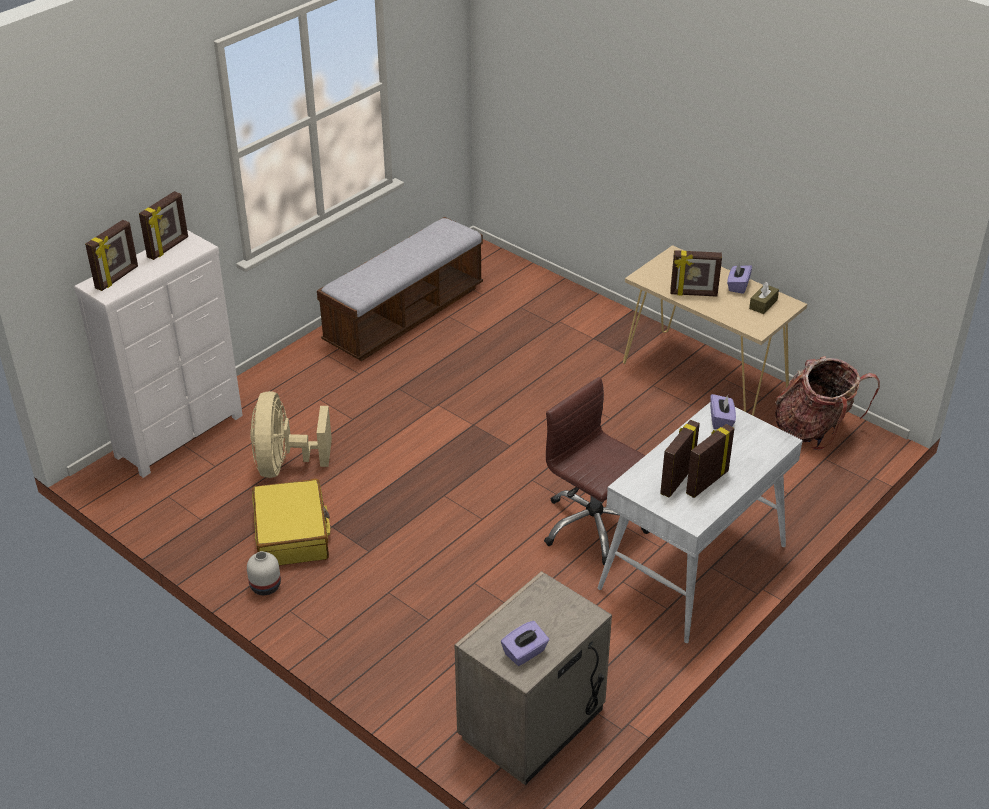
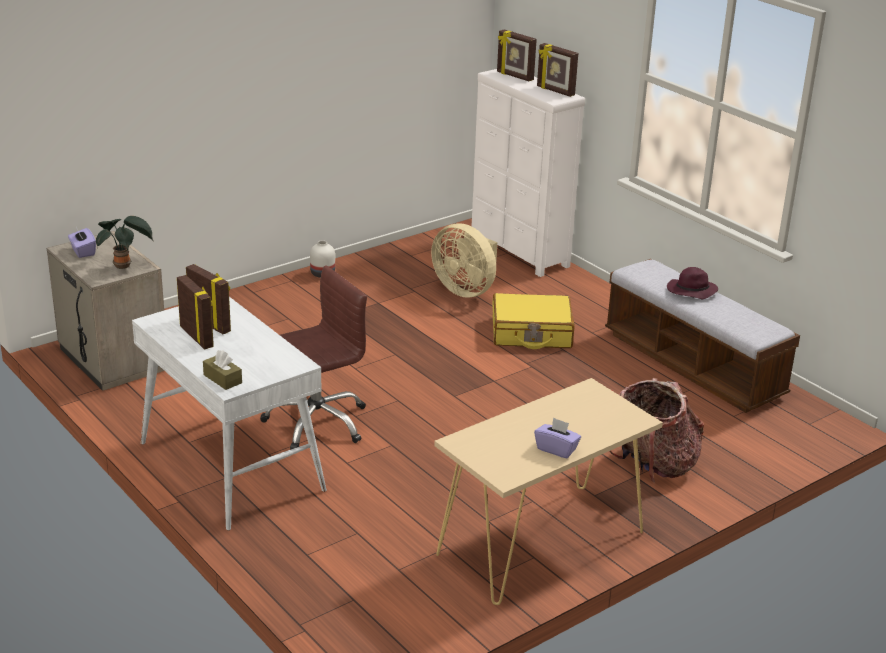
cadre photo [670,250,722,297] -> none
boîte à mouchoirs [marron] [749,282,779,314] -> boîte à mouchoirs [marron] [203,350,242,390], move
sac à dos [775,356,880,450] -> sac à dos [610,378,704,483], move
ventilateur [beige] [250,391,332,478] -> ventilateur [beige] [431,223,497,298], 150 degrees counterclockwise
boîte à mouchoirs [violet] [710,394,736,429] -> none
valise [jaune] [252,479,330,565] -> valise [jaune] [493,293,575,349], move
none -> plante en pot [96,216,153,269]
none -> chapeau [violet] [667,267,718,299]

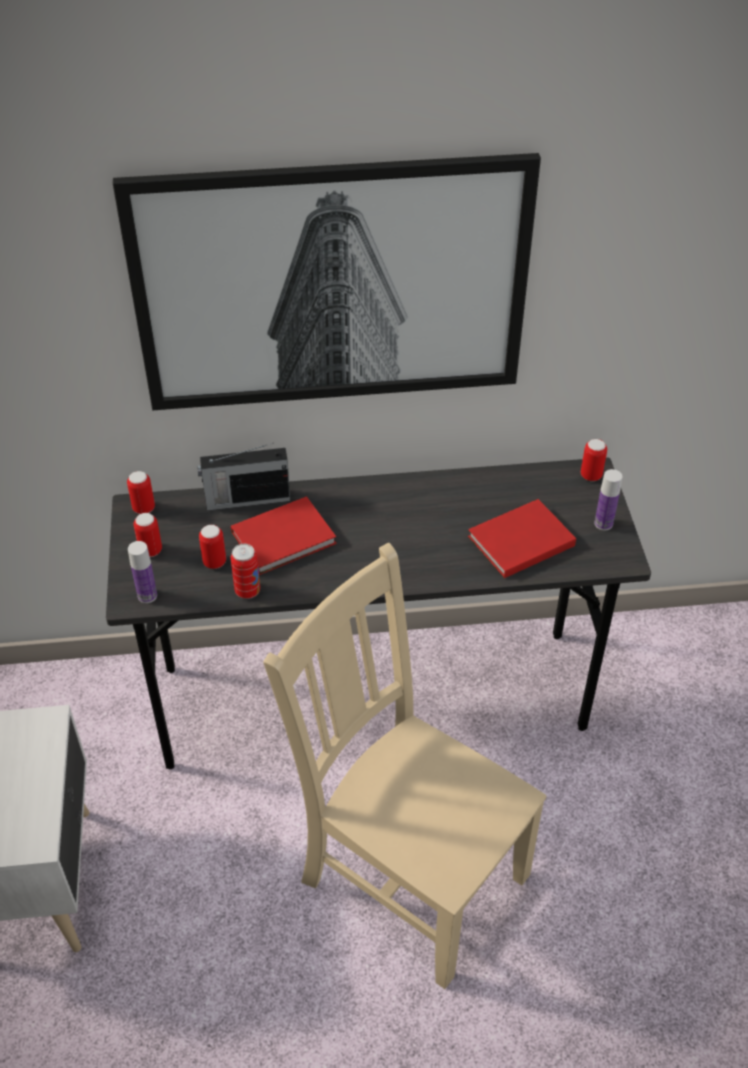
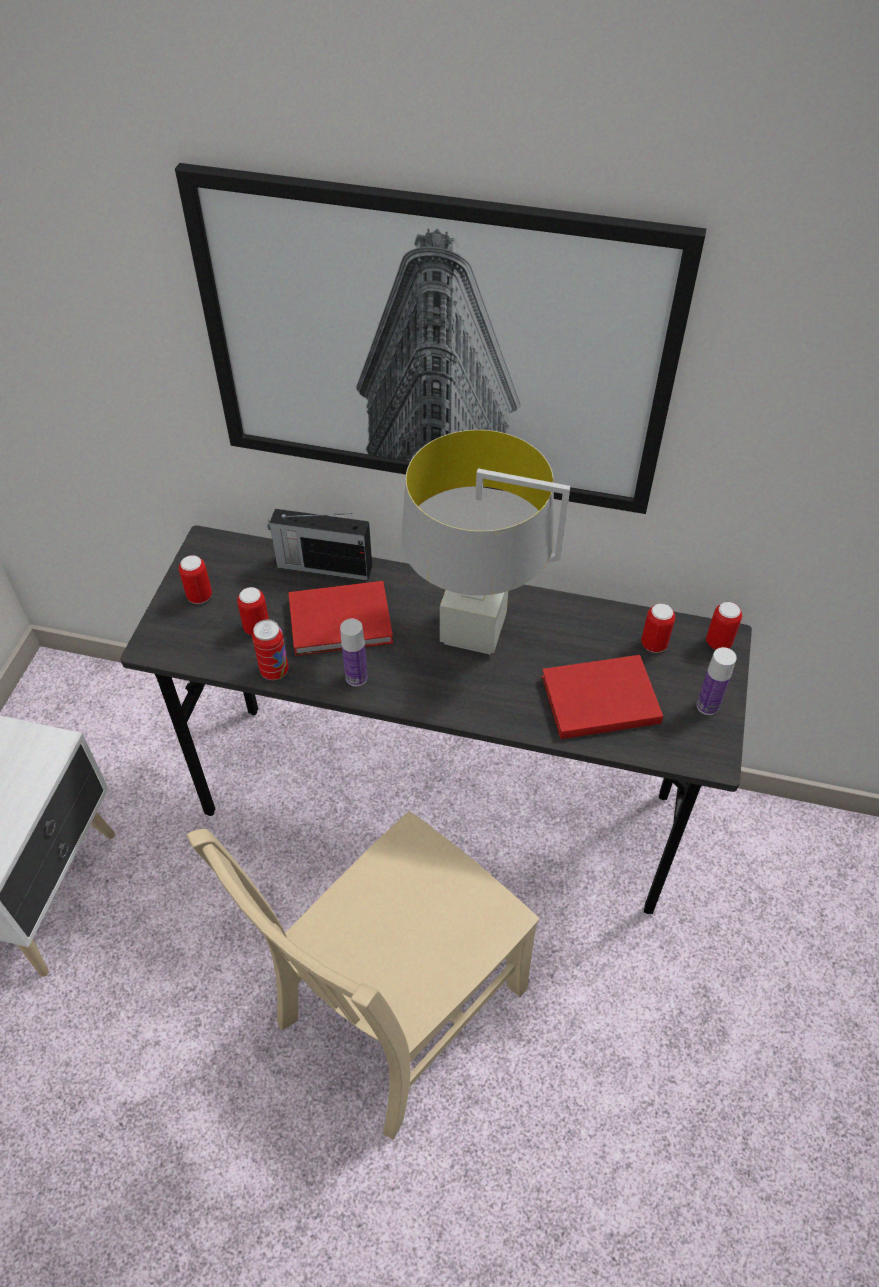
boîte métallique [127,471,155,514] -> boîte métallique [641,603,675,653], move
bouteille [128,541,157,603] -> bouteille [340,619,368,686], move
chaise [beige] [263,543,547,989] -> chaise [beige] [187,811,539,1140], 105 degrees counterclockwise
none -> lampe de table [gris] [401,430,570,655]

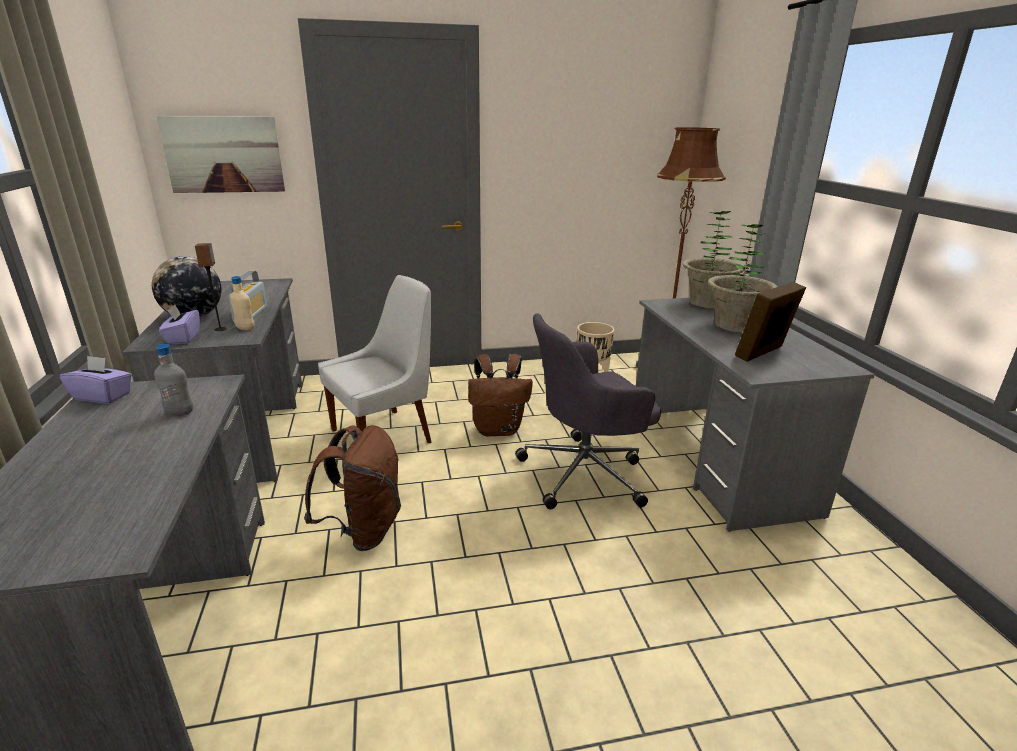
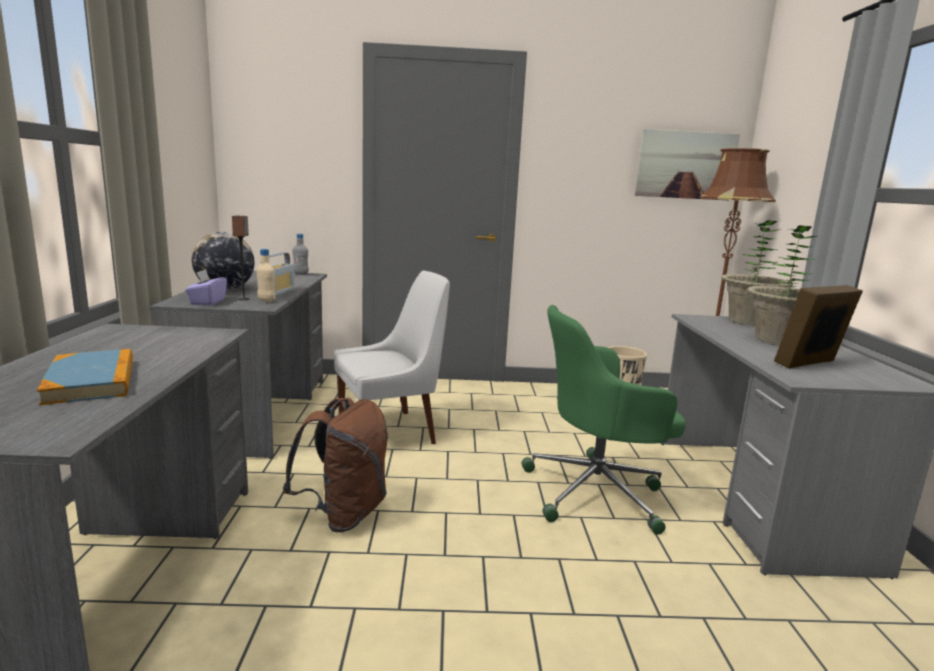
tableau [156,116,285,193] -> tableau [635,129,740,200], move
chaise de bureau [gris] [515,313,661,509] -> chaise de bureau [vert] [522,305,686,535]
bouteille [gris] [154,344,193,416] -> bouteille [gris] [293,234,309,275], move
sac à dos [marron] [468,354,533,437] -> none
boîte à mouchoirs [violet] [59,355,132,404] -> none
none -> livre [37,349,133,405]

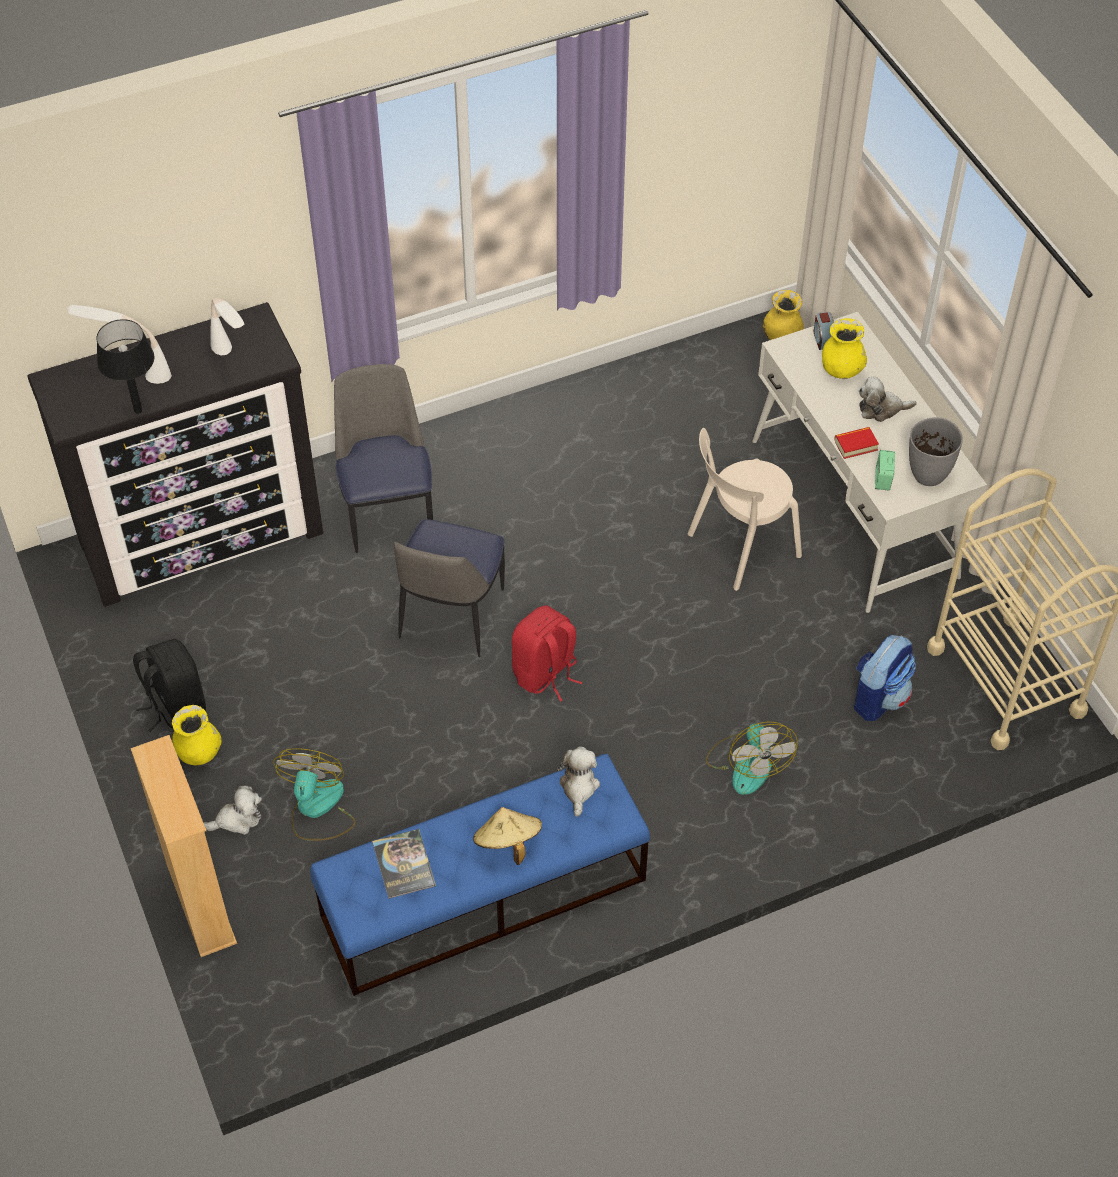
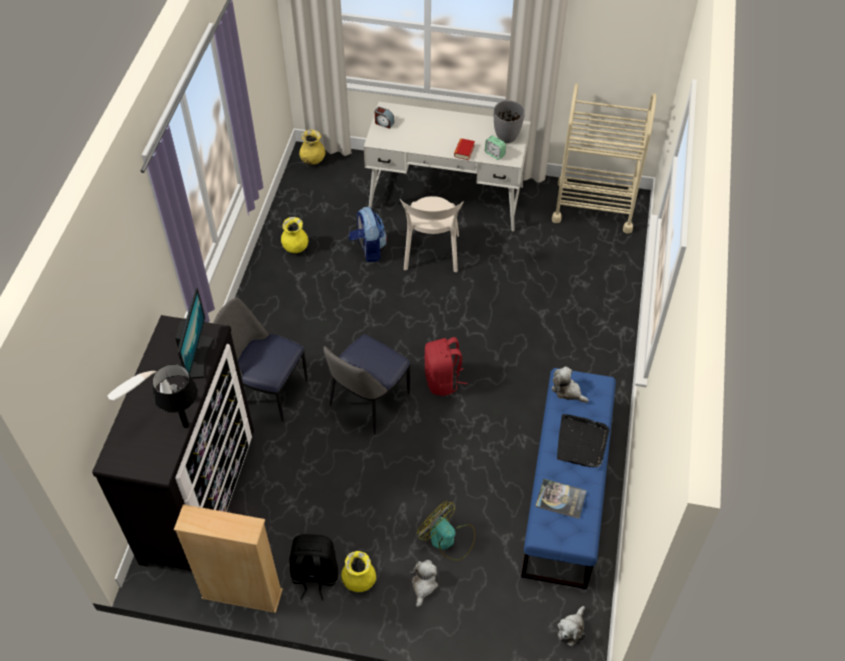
lampe de table [blanc] [211,298,244,355] -> écran d'ordinateur [175,288,214,381]
vase [jaune] [822,318,867,379] -> vase [jaune] [281,217,308,253], move
peluche [859,377,916,422] -> peluche [557,606,585,647], move
chaise [393,519,505,657] -> chaise [324,335,410,435], 75 degrees clockwise
sac à dos [854,635,916,721] -> sac à dos [349,207,387,262], move
ventilateur [706,722,798,795] -> none
bibliothèque [beige] [131,735,237,957] -> bibliothèque [beige] [174,504,283,613], move
chapeau [beige] [473,807,542,865] -> plateau [noir] [557,414,610,468]

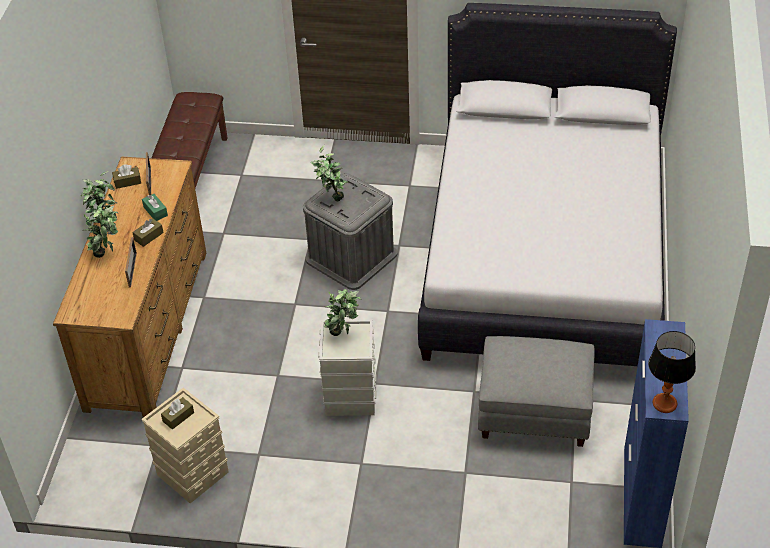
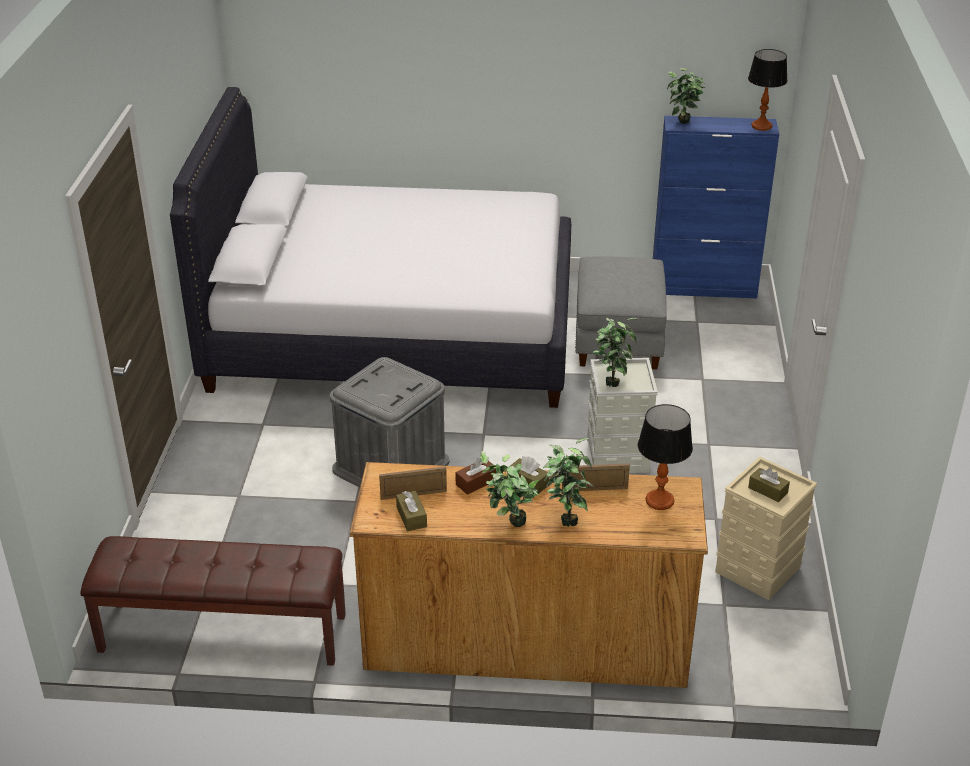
plante en pot [311,145,348,201] -> plante en pot [667,68,705,124], move
boîte à mouchoirs [vert] [142,194,168,221] -> boîte à mouchoirs [marron] [456,458,497,495]
none -> lampe de table [638,404,693,510]

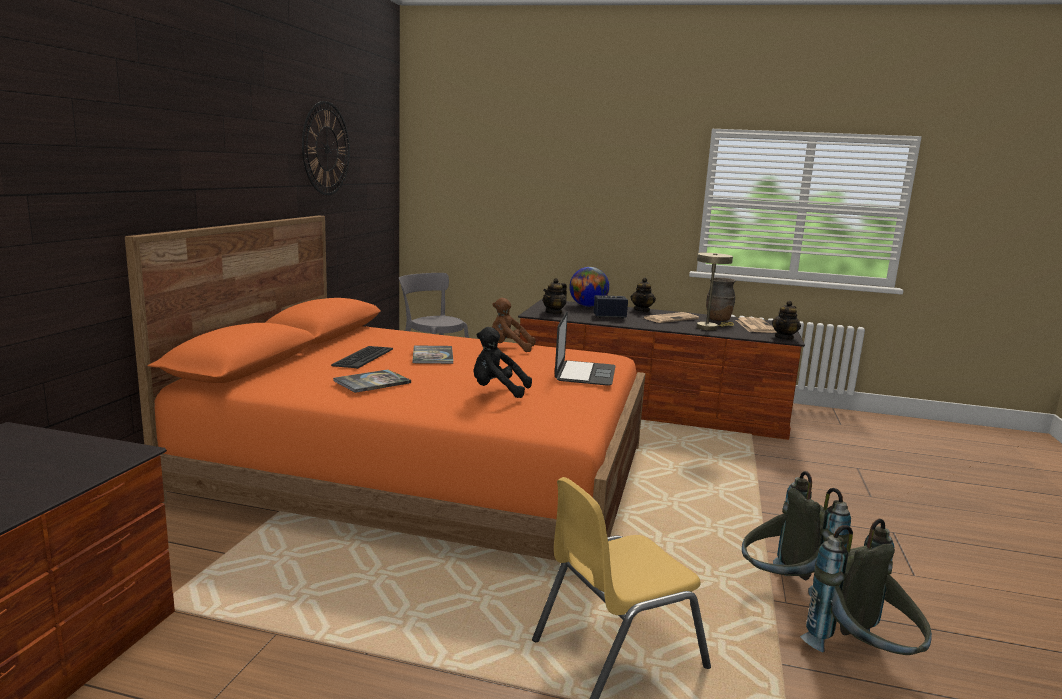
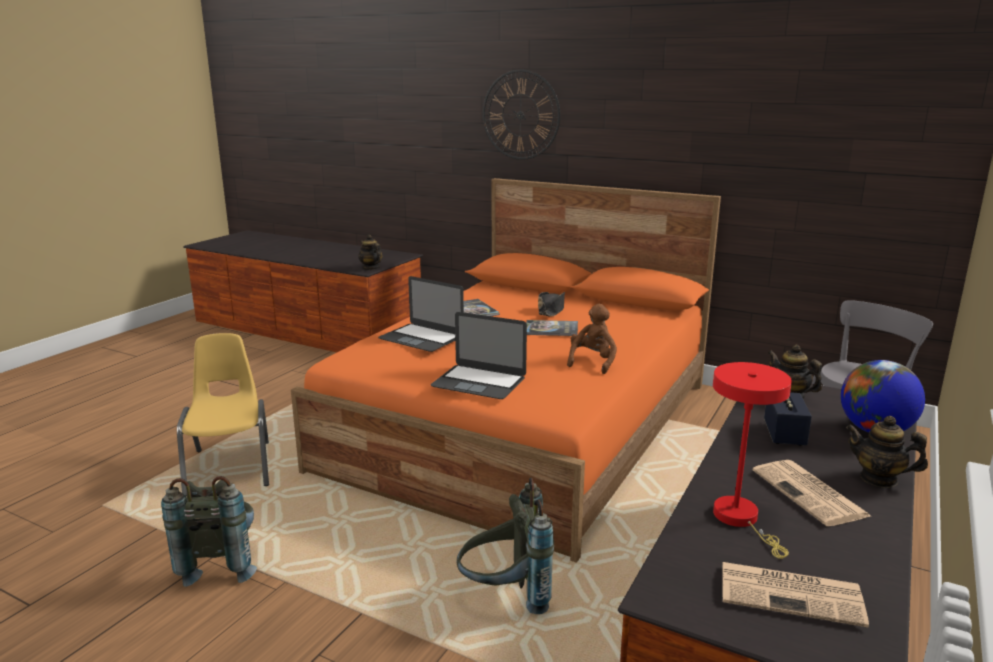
horloge murale [302,101,350,195] -> horloge murale [483,69,560,160], move
lampe de table [beige] [696,253,734,331] -> lampe de table [rouge] [713,362,792,559]
vase [marron] [706,277,736,321] -> none
théière [772,301,801,340] -> théière [358,235,382,270], move
peluche [noir] [473,327,532,398] -> ordinateur portable [378,276,464,352]
clavier [331,346,393,369] -> chapeau [noir] [538,292,565,317]
sac à dos [gris] [800,519,932,655] -> sac à dos [gris] [456,478,554,614], move

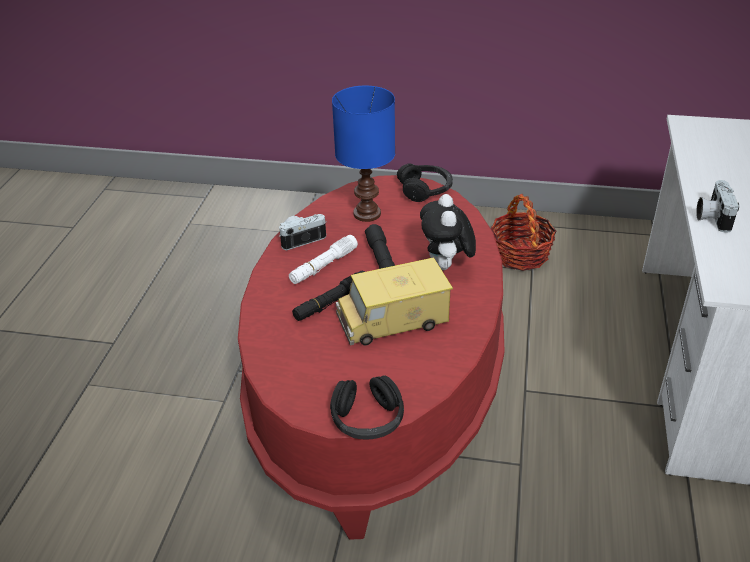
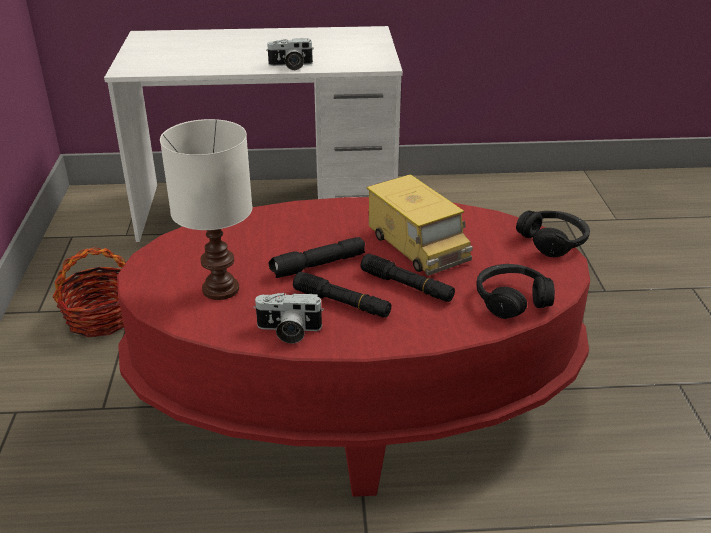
lampe de table [bleu] [332,86,395,222] -> lampe de table [blanc] [160,119,253,300]
casque audio [noir] [397,163,453,202] -> casque audio [noir] [476,264,555,319], move
peluche [420,194,476,270] -> none
appareil photo [279,214,327,250] -> appareil photo [253,293,324,344], 45 degrees counterclockwise
lampe de poche [blanc] [289,235,358,284] -> lampe de poche [noir] [293,272,391,317]

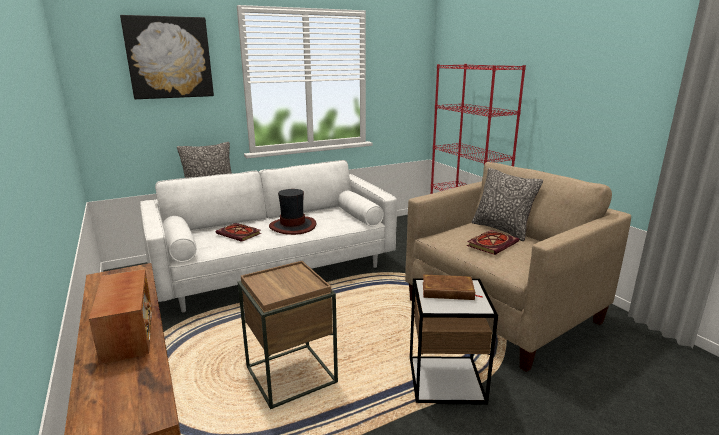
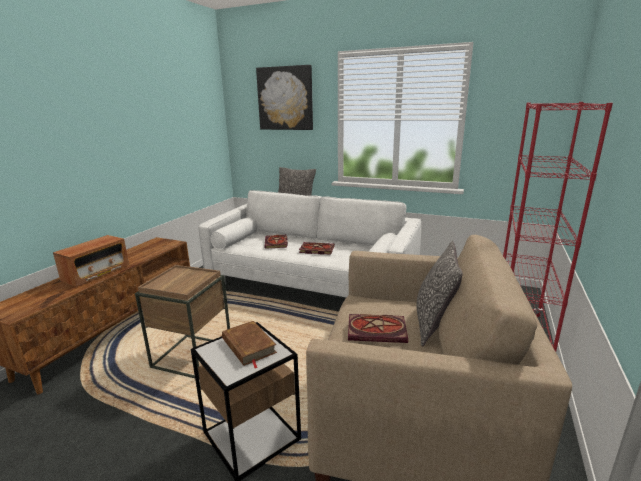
chapeau [269,189,316,235] -> livre [299,242,335,255]

